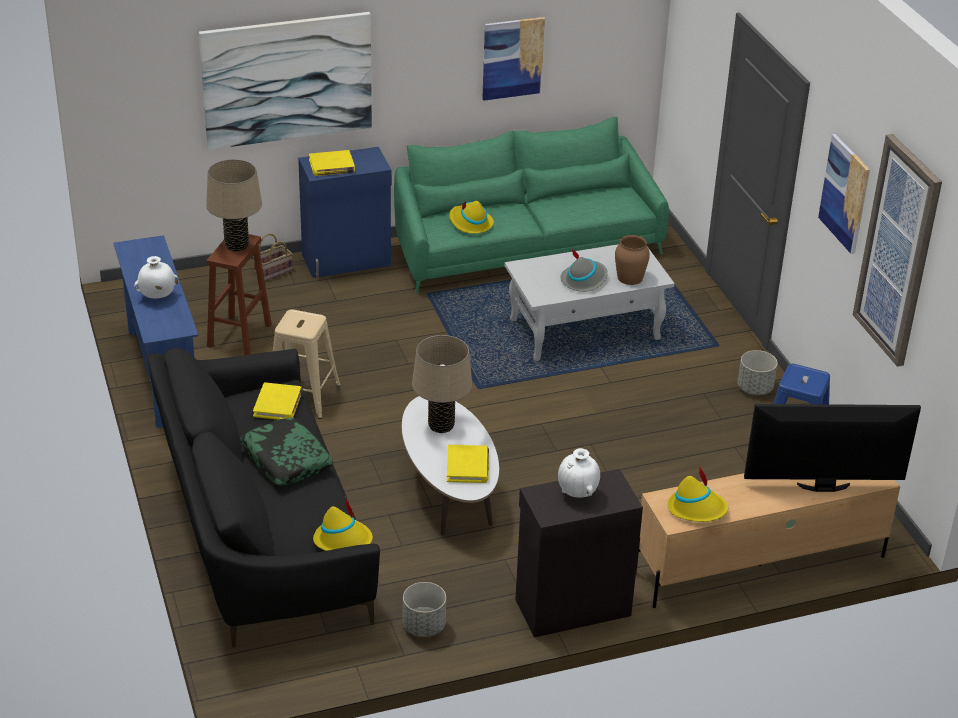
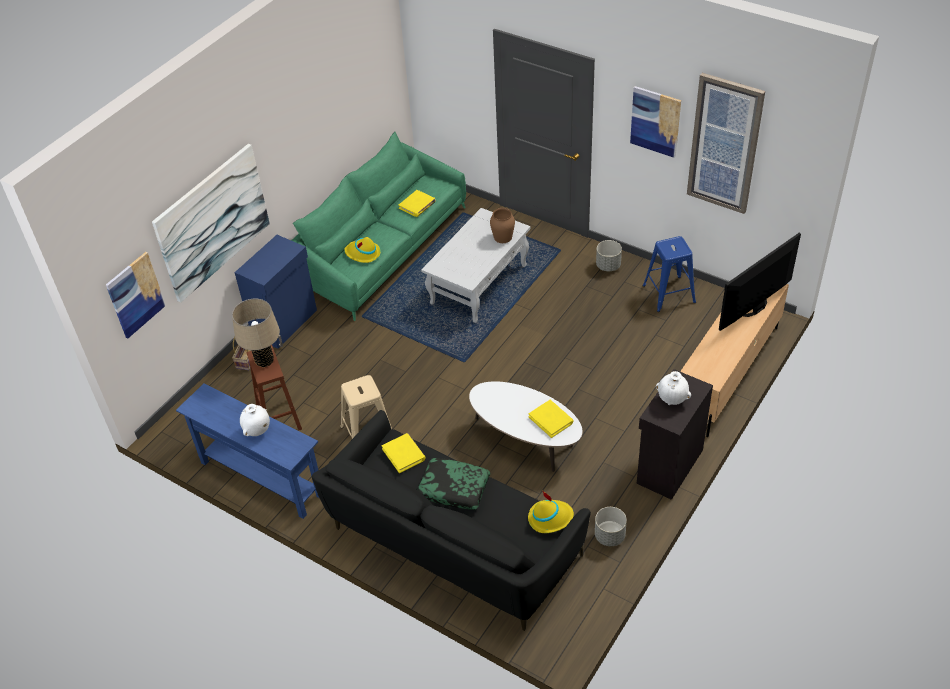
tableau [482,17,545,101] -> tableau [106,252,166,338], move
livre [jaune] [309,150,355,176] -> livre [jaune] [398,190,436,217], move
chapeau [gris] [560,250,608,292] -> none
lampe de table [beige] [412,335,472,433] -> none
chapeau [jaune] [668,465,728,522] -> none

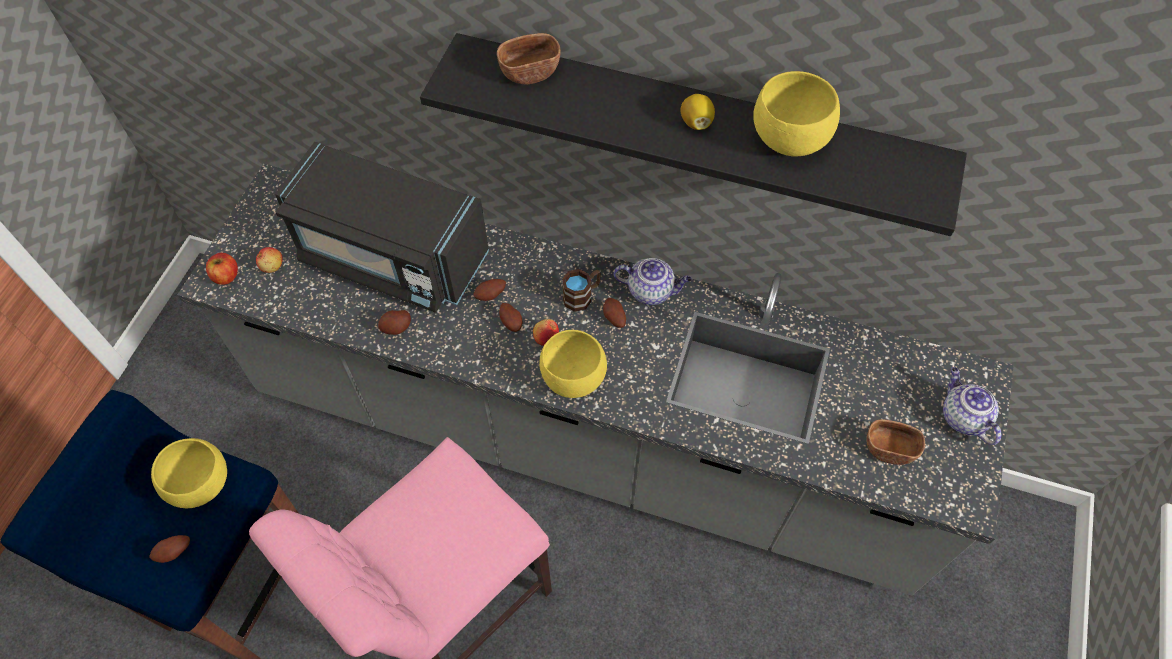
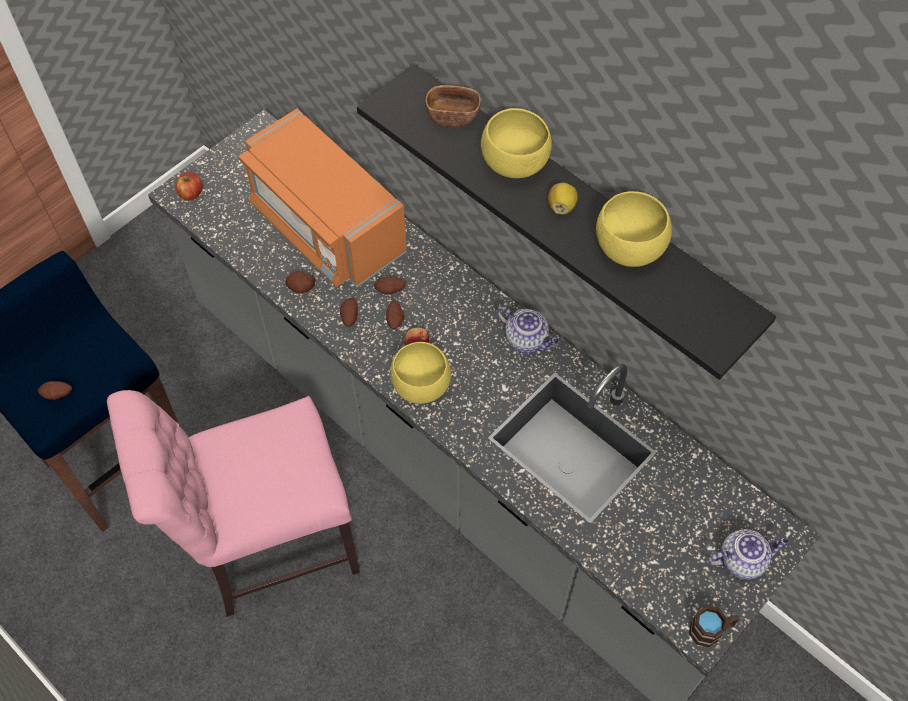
micro-ondes [noir] [275,142,489,313] -> micro-ondes [orange] [239,109,407,288]
pomme [256,247,283,273] -> none
mug [marron] [562,269,601,312] -> mug [marron] [689,606,739,647], move
pomme de terre [603,298,626,328] -> pomme de terre [340,298,358,327], move
théière [943,367,1001,445] -> théière [708,529,789,580], 75 degrees clockwise
bol [marron] [866,419,925,465] -> none
bol [jaune] [151,438,227,508] -> bol [jaune] [481,108,552,178], move

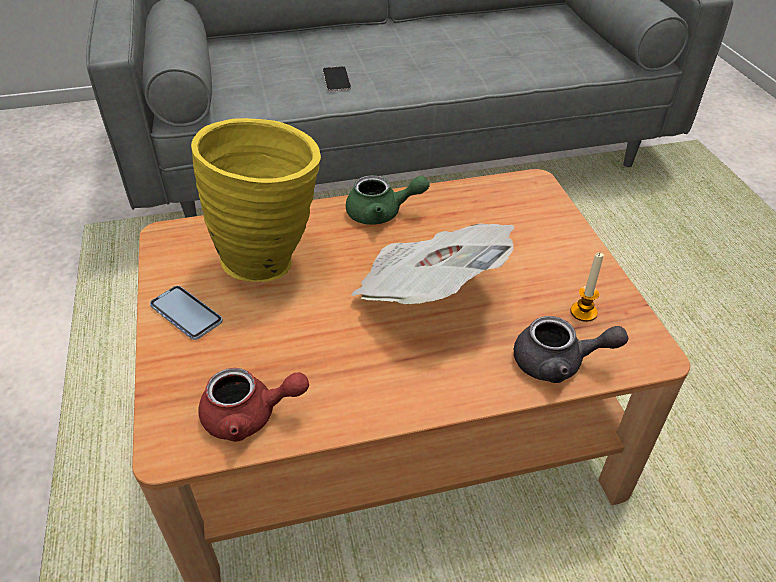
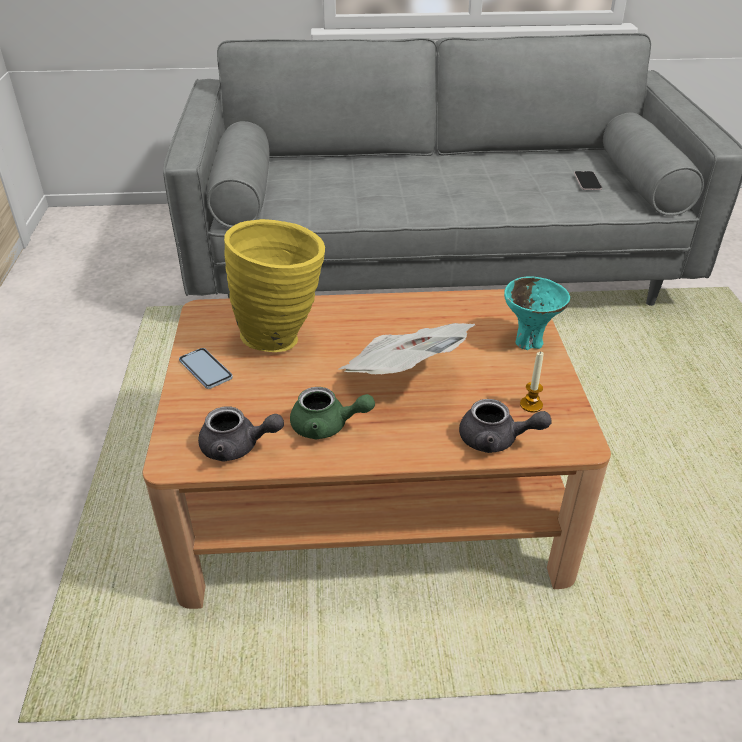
téléphone [323,66,351,91] -> téléphone [574,171,602,190], move
théière [vert] [346,175,430,225] -> théière [vert] [290,387,375,439], move
théière [rouge] [198,368,309,442] -> théière [gris] [198,407,284,462]
none -> bol [turquoise] [504,276,570,350]

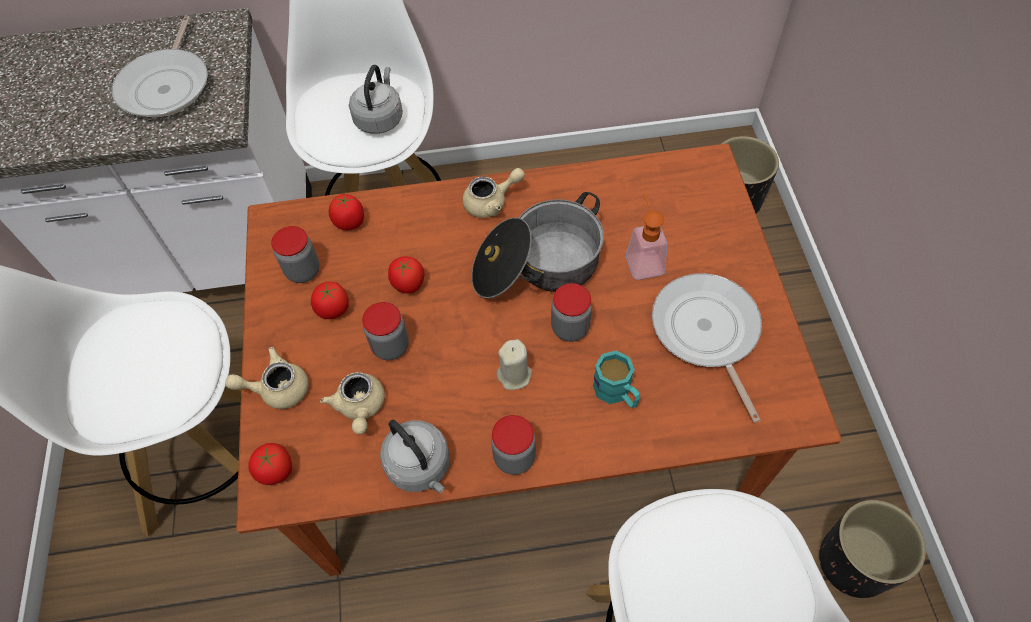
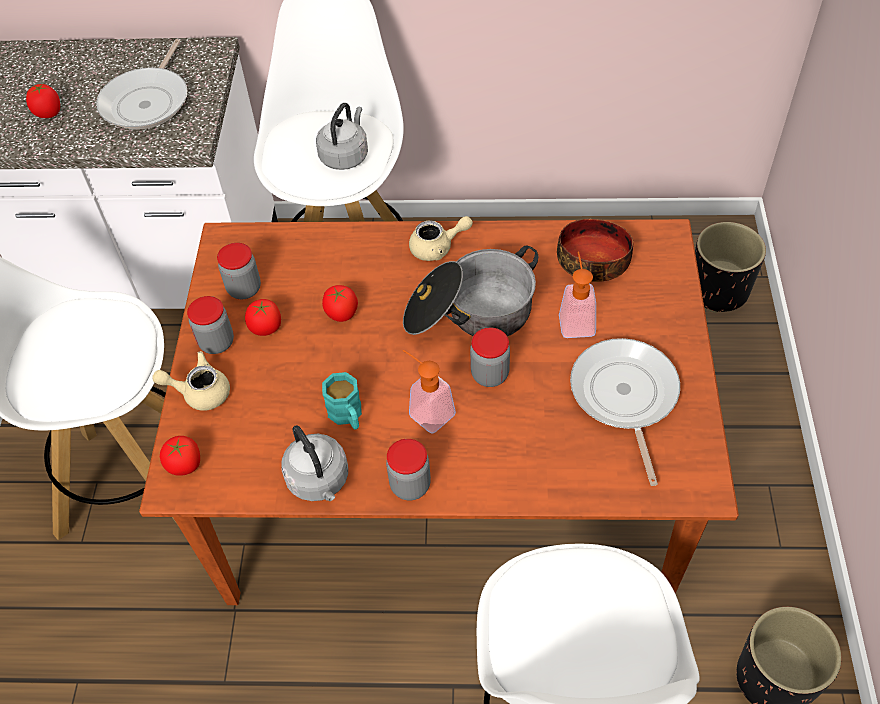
tomate [329,194,364,230] -> tomate [26,82,60,118], move
bocal [362,302,409,360] -> bocal [187,296,234,354], move
bougie [beige] [496,339,532,390] -> distributeur de savon [403,350,456,434]
mug [turquoise] [593,351,640,408] -> mug [turquoise] [322,372,362,430], move
théière [beige] [320,372,385,434] -> none
none -> bol [557,219,633,282]

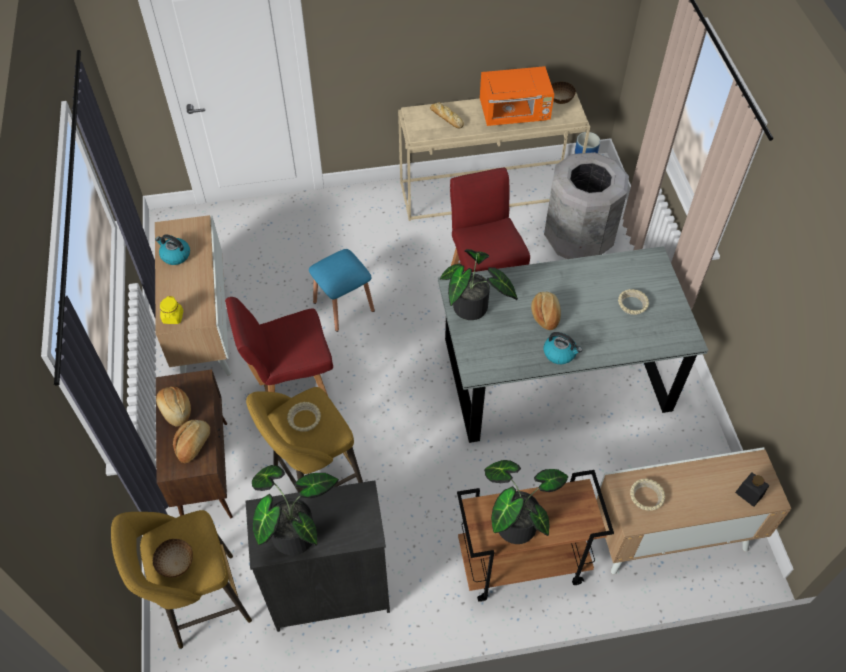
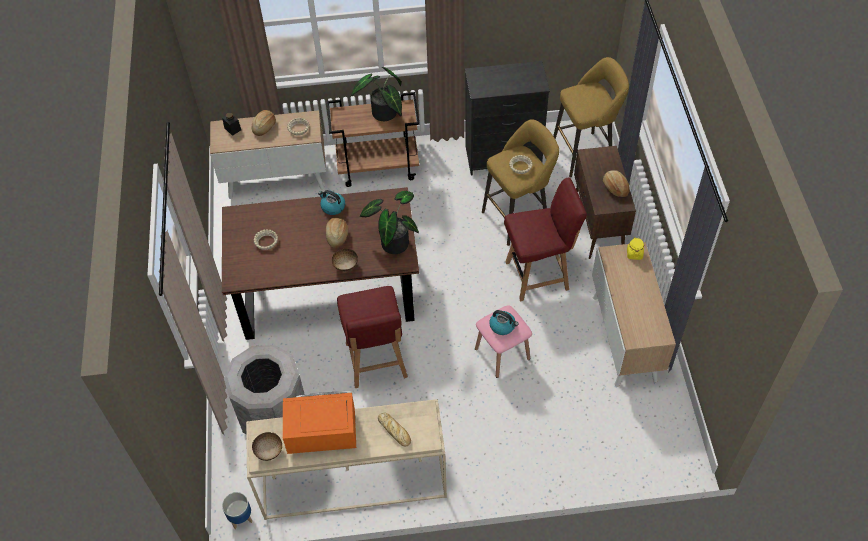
bouilloire [155,234,190,265] -> bouilloire [489,310,518,335], move
table à manger [gris] [438,246,708,443] -> table à manger [marron] [222,187,419,340]
tabouret [bleu] [309,249,375,332] -> tabouret [rose] [475,305,532,378]
pain [173,420,210,463] -> pain [252,110,276,136], move
plante en pot [252,465,339,555] -> none
bol [153,539,193,577] -> bol [332,249,358,272], move

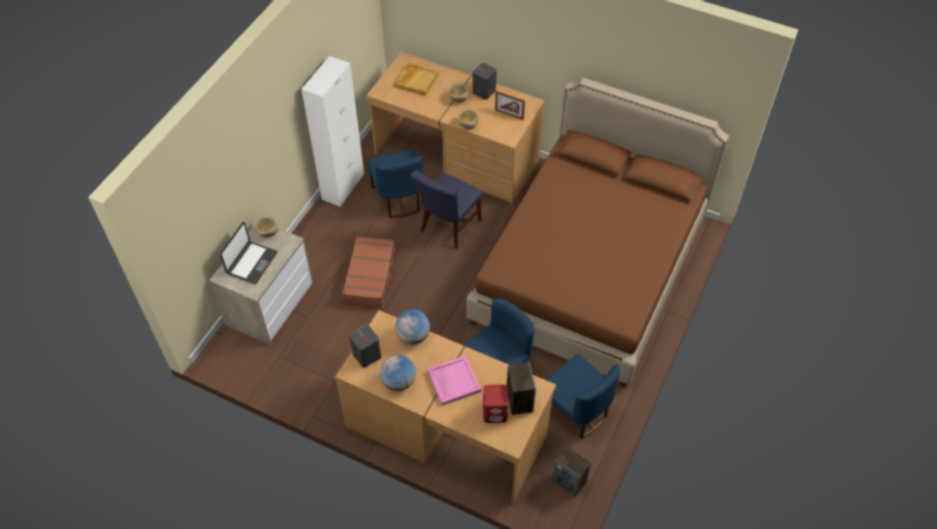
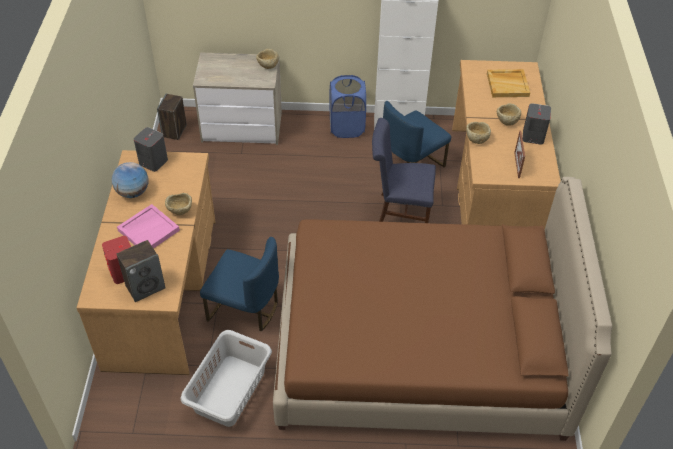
ordinateur portable [220,222,277,284] -> none
valise [marron] [342,236,397,309] -> none
globe [395,310,430,345] -> none
chaise [bleu] [546,354,620,439] -> panier à linge [gris] [181,330,272,427]
enceinte [552,447,591,497] -> enceinte [157,93,187,140], move
none -> panier à linge [bleu] [329,75,366,138]
none -> bol [beige] [165,193,192,215]

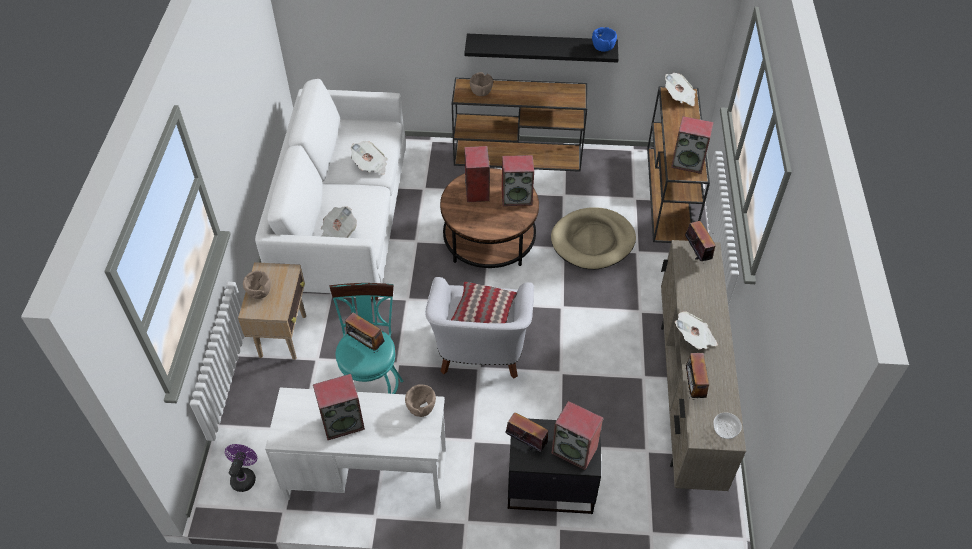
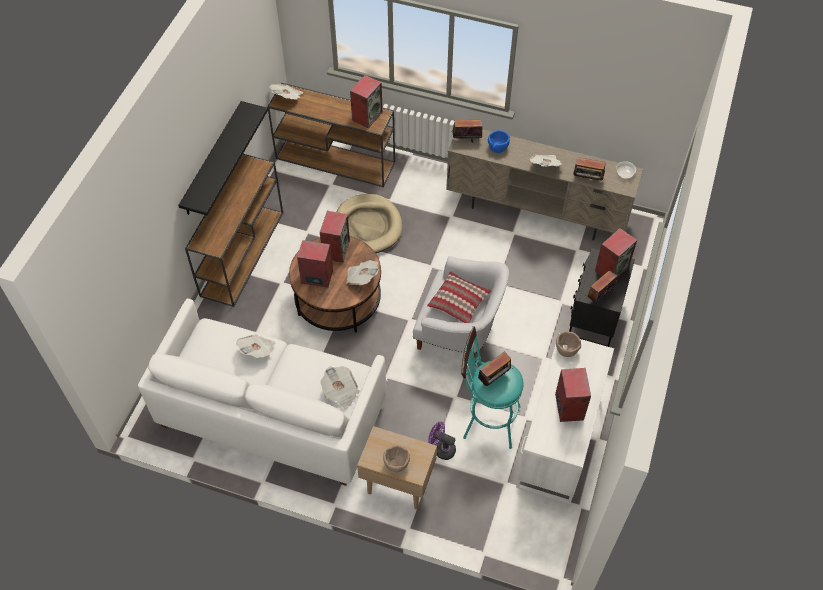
bol [bleu] [592,27,617,52] -> bol [bleu] [488,130,510,153], move
bol [marron] [470,72,493,96] -> none
ventilateur [violet] [225,444,257,492] -> ventilateur [violet] [428,421,456,460], move
none -> journal [346,260,379,285]

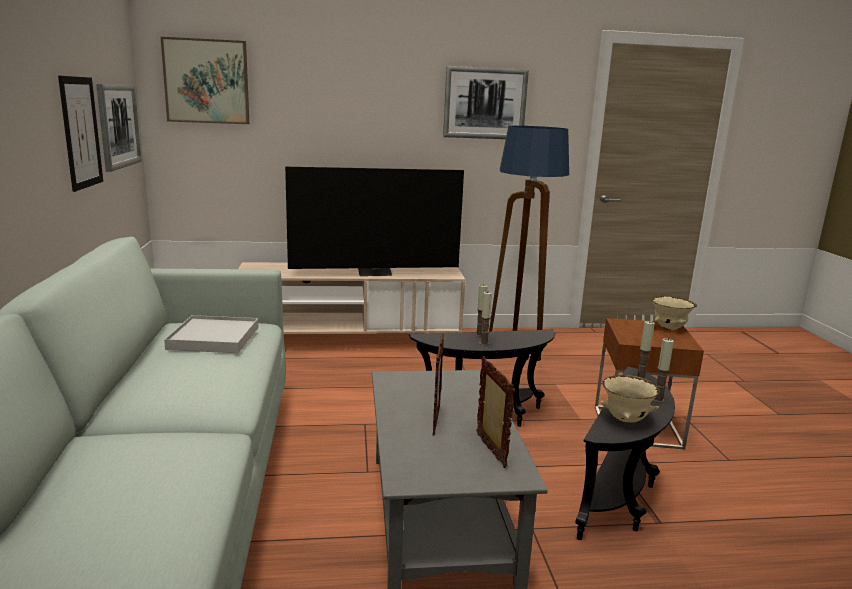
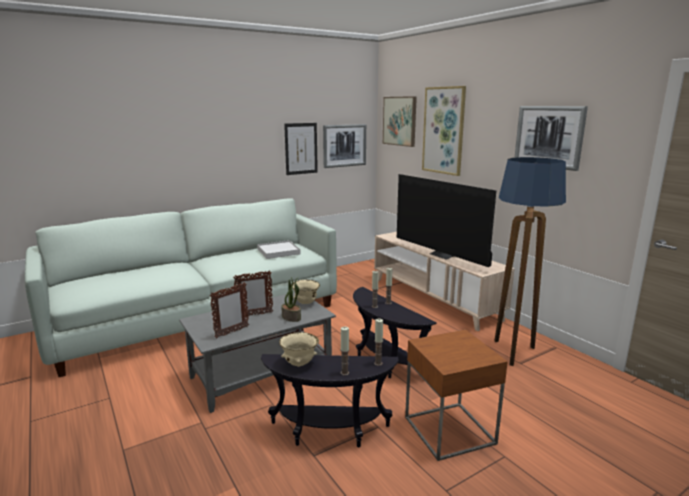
bol [beige] [652,296,697,330] -> bol [beige] [291,280,320,304], move
none -> tableau [422,86,466,176]
none -> plante en pot [281,278,301,322]

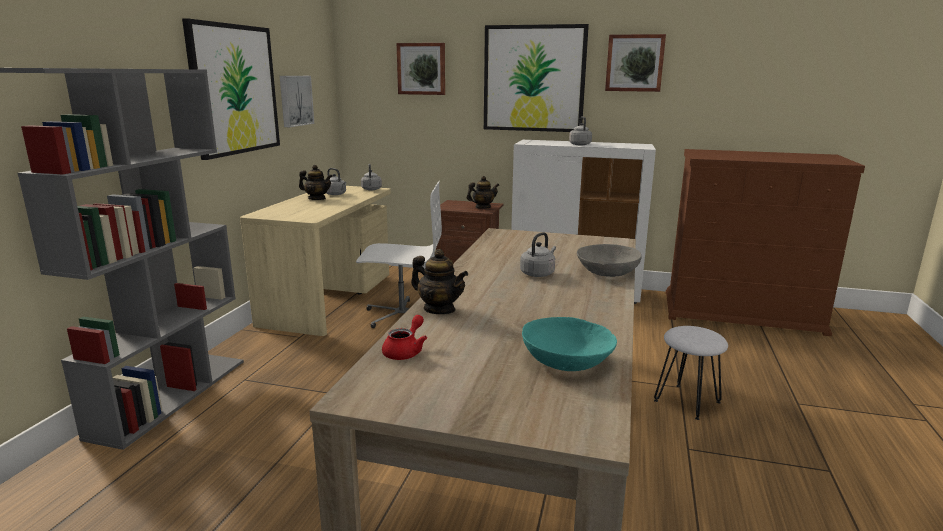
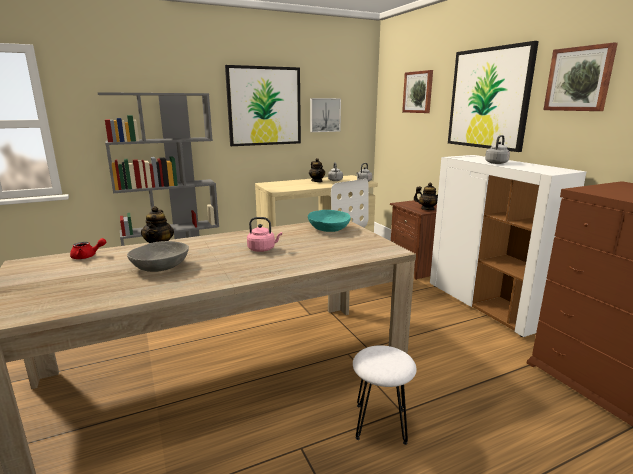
bouilloire [gris] [520,232,556,277] -> bouilloire [rose] [247,217,282,252]
bol [gris] [577,244,642,277] -> bol [gris] [127,241,189,272], move
bol [turquoise] [522,317,617,371] -> bol [turquoise] [308,210,351,232], move

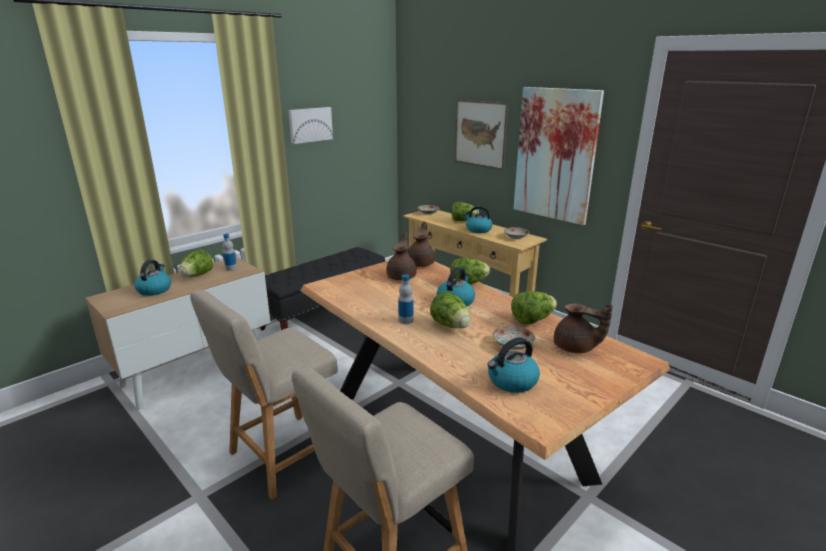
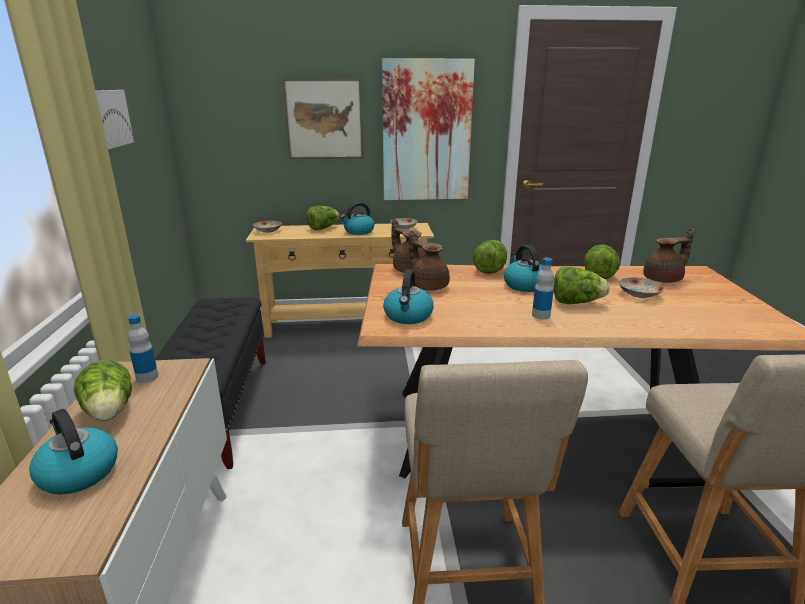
bouilloire [488,337,540,393] -> bouilloire [383,270,434,324], move

